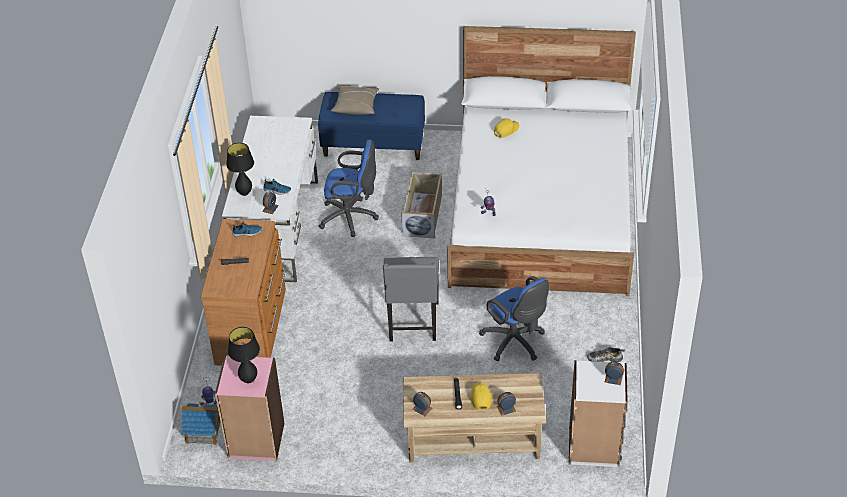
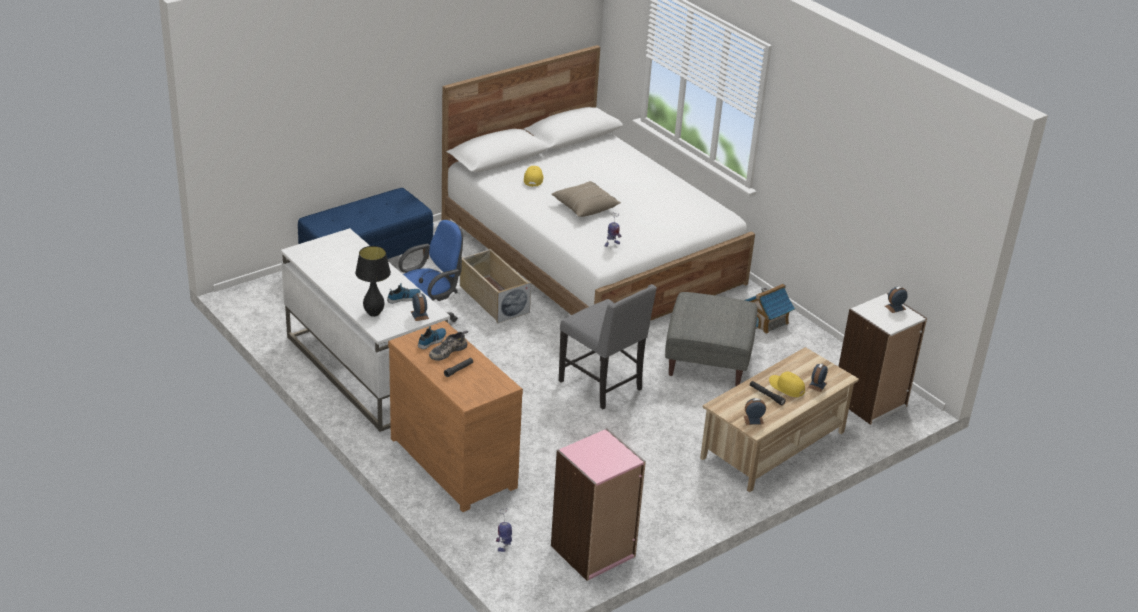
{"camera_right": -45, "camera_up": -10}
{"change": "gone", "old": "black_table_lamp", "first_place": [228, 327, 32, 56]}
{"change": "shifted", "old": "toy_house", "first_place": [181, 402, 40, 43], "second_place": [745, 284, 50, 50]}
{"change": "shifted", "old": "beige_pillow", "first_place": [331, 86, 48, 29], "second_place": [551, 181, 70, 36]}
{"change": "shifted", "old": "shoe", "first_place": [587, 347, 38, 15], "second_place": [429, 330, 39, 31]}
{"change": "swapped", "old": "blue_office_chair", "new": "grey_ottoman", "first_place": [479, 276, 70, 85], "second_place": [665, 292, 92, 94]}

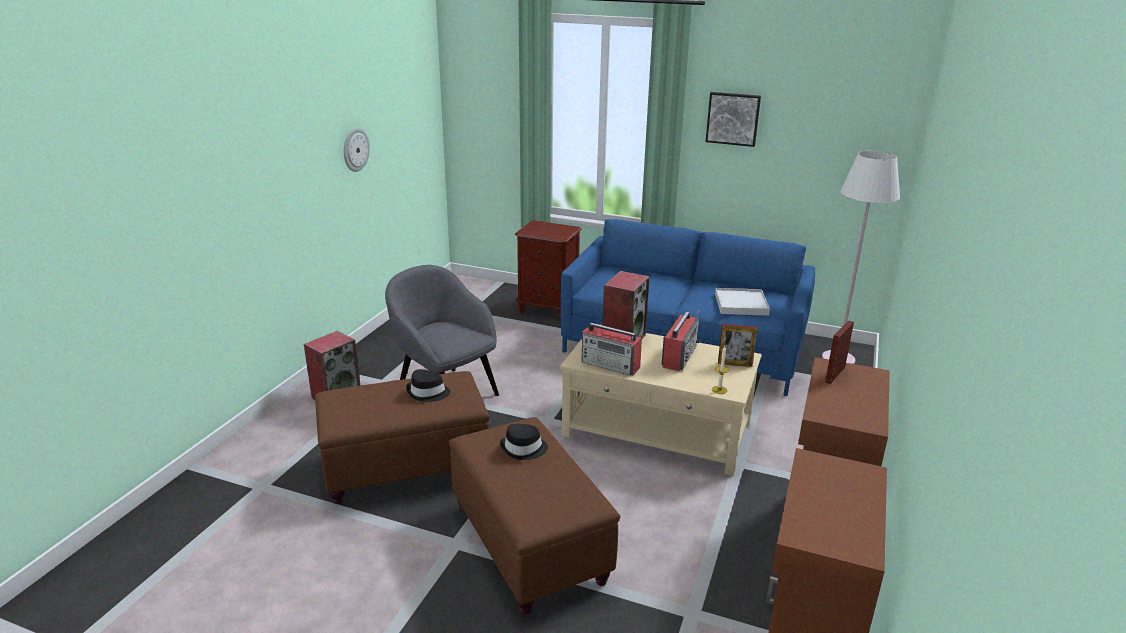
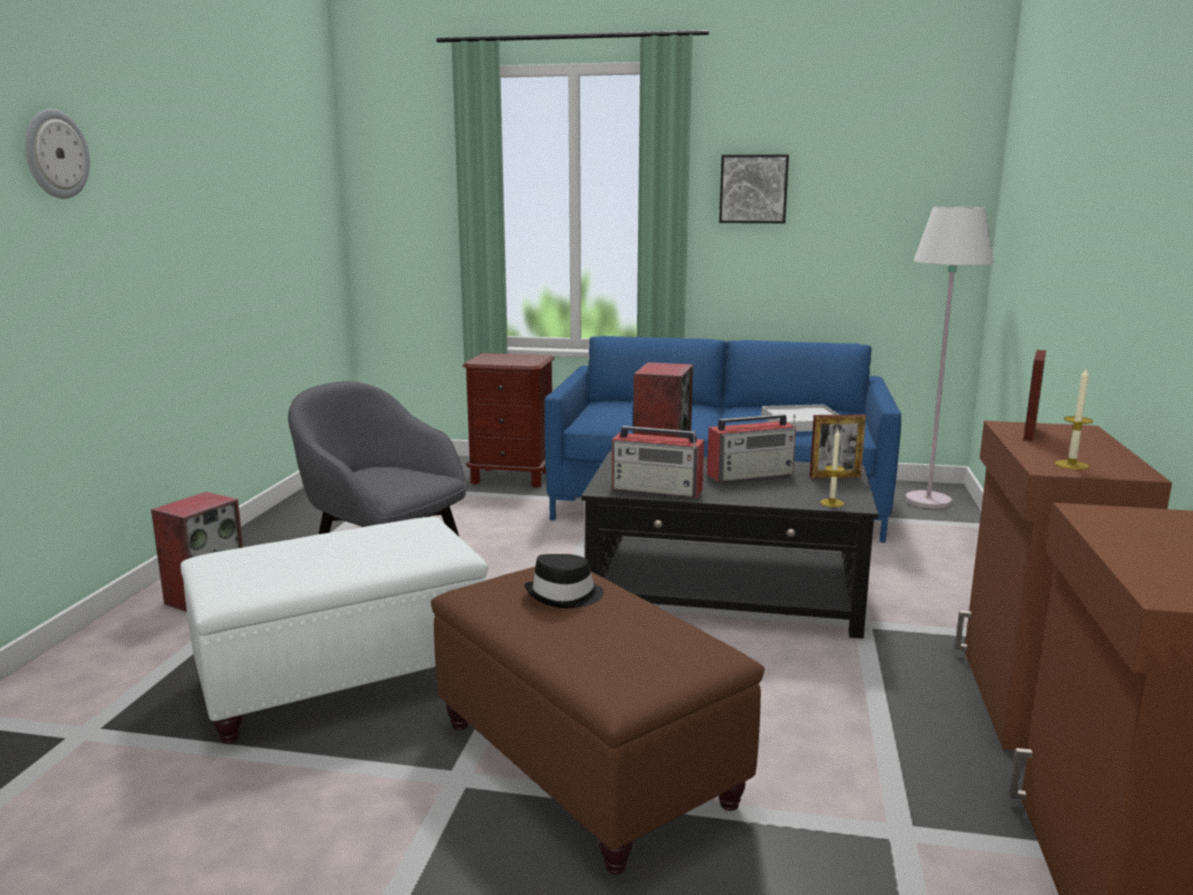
{"camera_right": -10, "camera_up": -10}
{"change": "gone", "old": "black_hat", "first_place": [406, 369, 45, 33]}
{"change": "new", "new": "candle", "second_place": [1055, 369, 38, 101]}
{"change": "shifted", "old": "wall_clock", "first_place": [344, 128, 26, 44], "second_place": [25, 109, 65, 90]}
{"change": "repainted", "old": "brown_ottoman", "new": "white_ottoman", "first_place": [315, 371, 174, 133], "second_place": [180, 517, 308, 227]}
{"change": "repainted", "old": "beige_coffee_table", "new": "black_coffee_table", "first_place": [560, 324, 202, 152], "second_place": [581, 452, 297, 187]}
{"change": "rotated", "old": "radio", "first_place": [661, 311, 39, 60], "second_place": [707, 414, 89, 68], "degrees": 60}

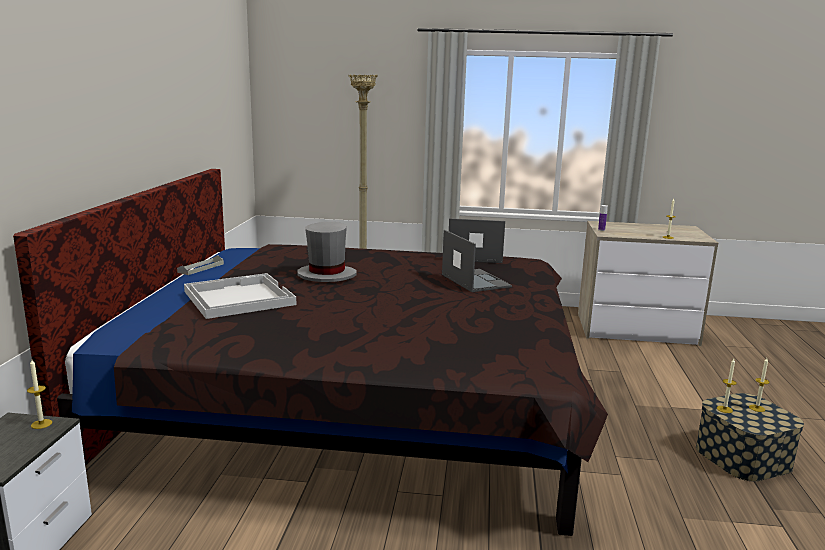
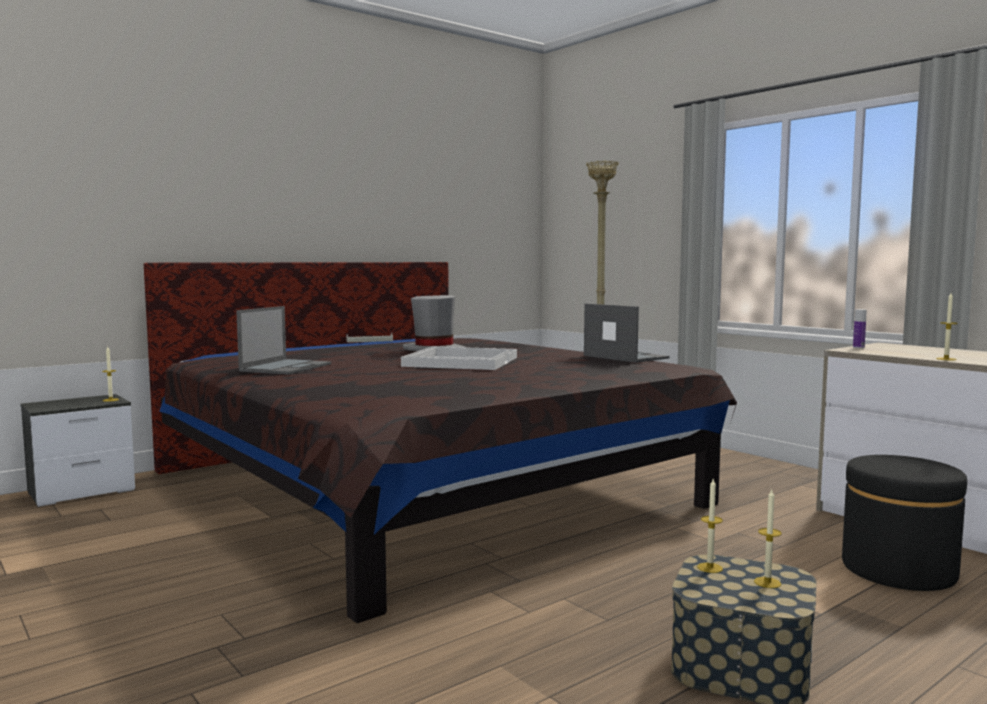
{"camera_right": 45, "camera_up": -10}
{"change": "new", "new": "black_ottoman", "second_place": [842, 455, 125, 136]}
{"change": "shifted", "old": "white_tray", "first_place": [184, 273, 112, 46], "second_place": [401, 347, 116, 23]}
{"change": "shifted", "old": "laptop", "first_place": [442, 230, 70, 62], "second_place": [236, 306, 95, 68]}

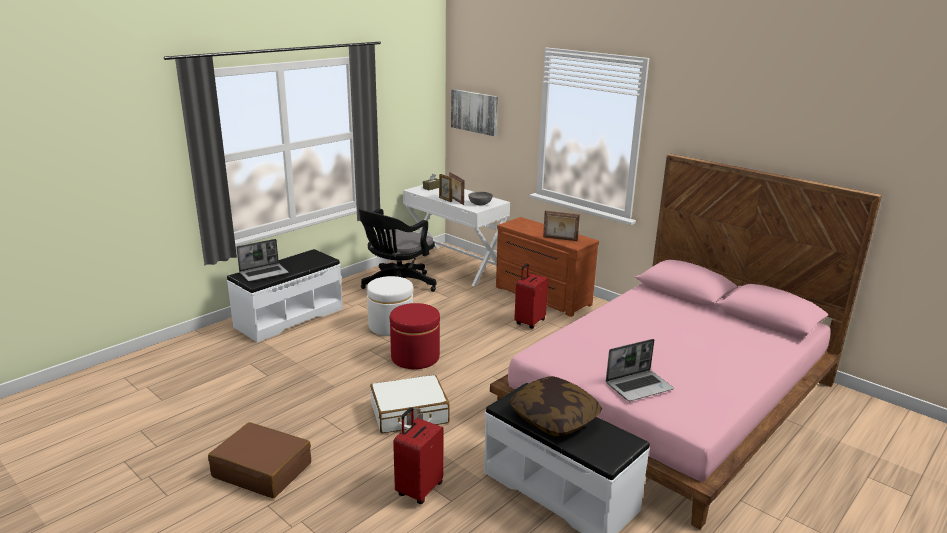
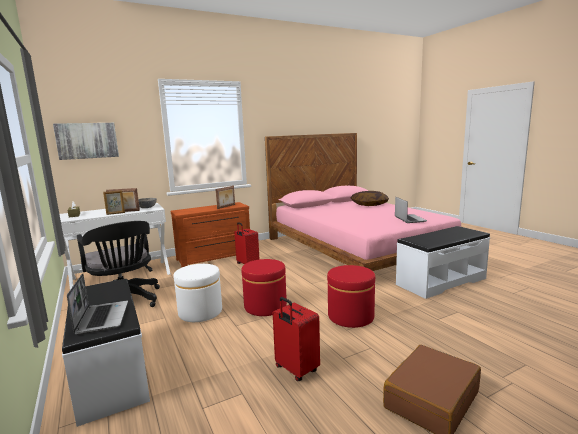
{"camera_right": -70, "camera_up": -10}
{"change": "shifted", "old": "red_suitcase", "first_place": [393, 407, 51, 97], "second_place": [273, 297, 47, 84]}
{"change": "shifted", "old": "pillow", "first_place": [509, 376, 93, 61], "second_place": [350, 191, 39, 15]}
{"change": "swapped", "old": "white_suitcase", "new": "red_ottoman", "first_place": [370, 375, 80, 58], "second_place": [327, 265, 48, 63]}

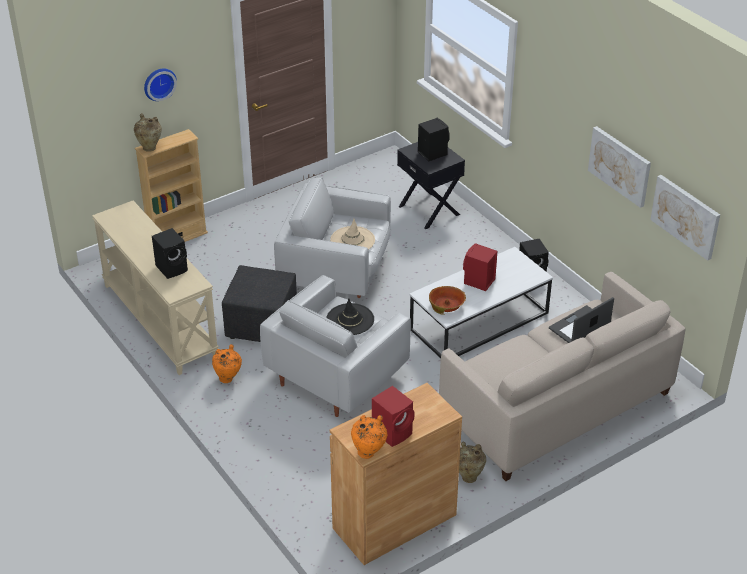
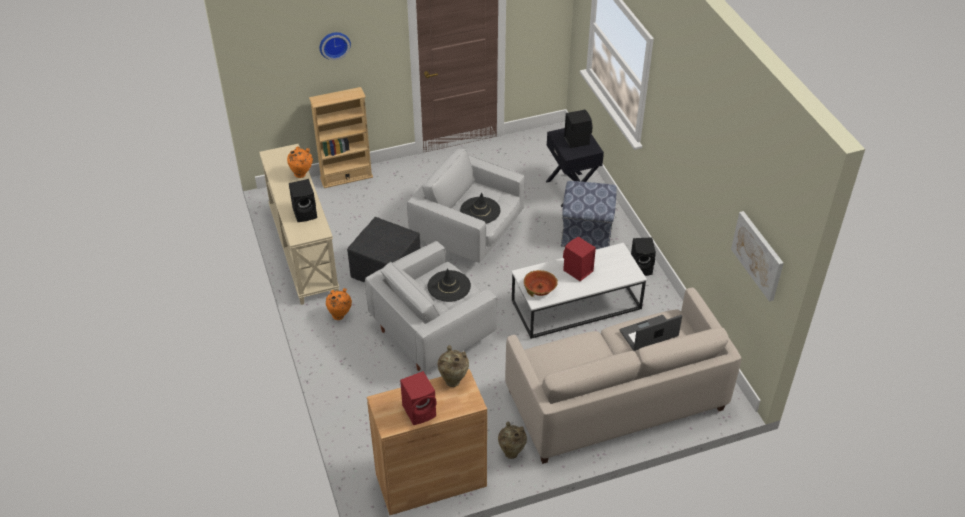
{"camera_right": 15, "camera_up": 5}
{"change": "gone", "old": "picture", "first_place": [588, 126, 63, 82]}
{"change": "new", "new": "ottoman", "second_place": [561, 181, 55, 68]}
{"change": "shifted", "old": "beige_vase", "first_place": [134, 113, 28, 39], "second_place": [438, 345, 31, 42]}
{"change": "shifted", "old": "orange_vase", "first_place": [351, 415, 36, 44], "second_place": [287, 147, 26, 31]}
{"change": "repainted", "old": "beige_hat", "new": "black_hat", "first_place": [330, 219, 45, 31], "second_place": [460, 192, 40, 32]}

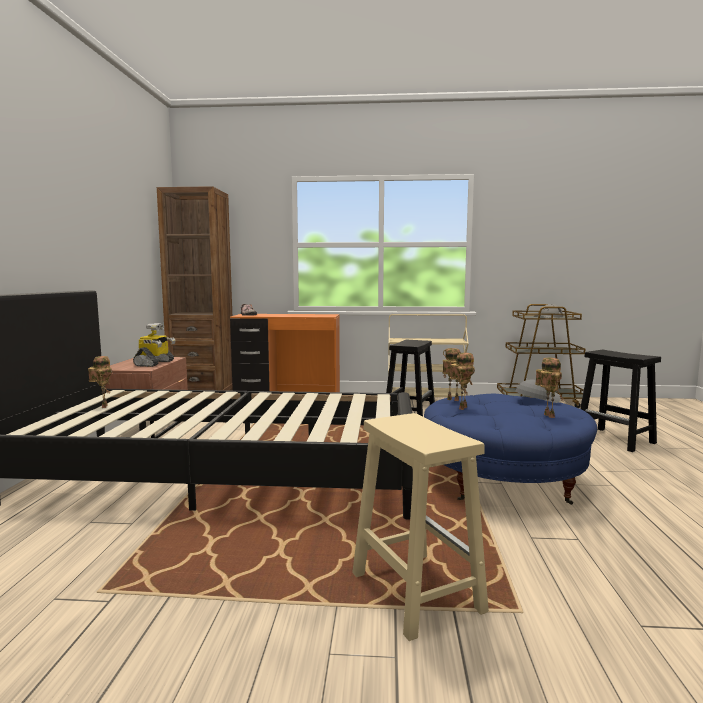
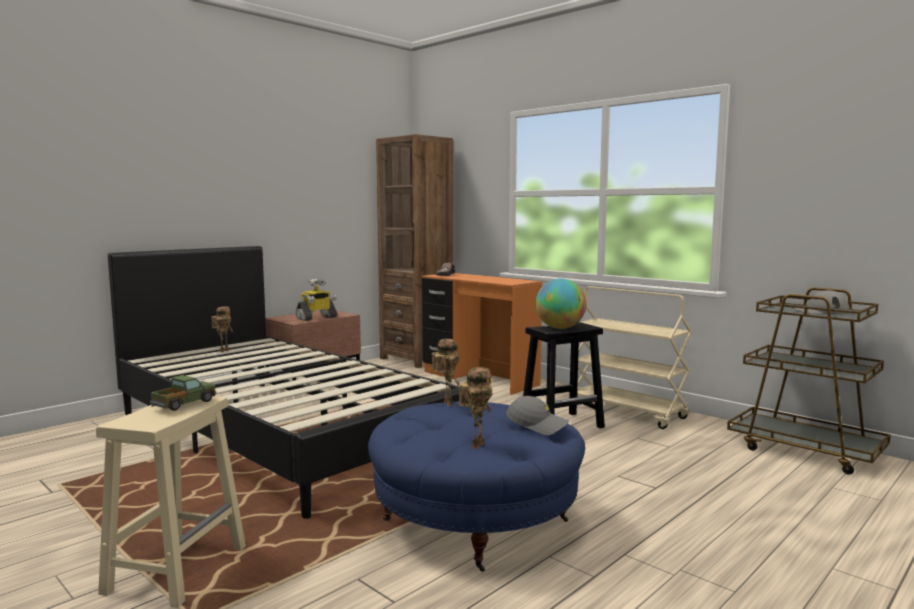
{"camera_right": 40, "camera_up": 0}
{"change": "gone", "old": "toy_robot", "first_place": [450, 353, 25, 57]}
{"change": "gone", "old": "black_stool", "first_place": [580, 350, 81, 102]}
{"change": "new", "new": "toy_truck", "second_place": [150, 375, 66, 36]}
{"change": "new", "new": "globe", "second_place": [536, 279, 51, 50]}

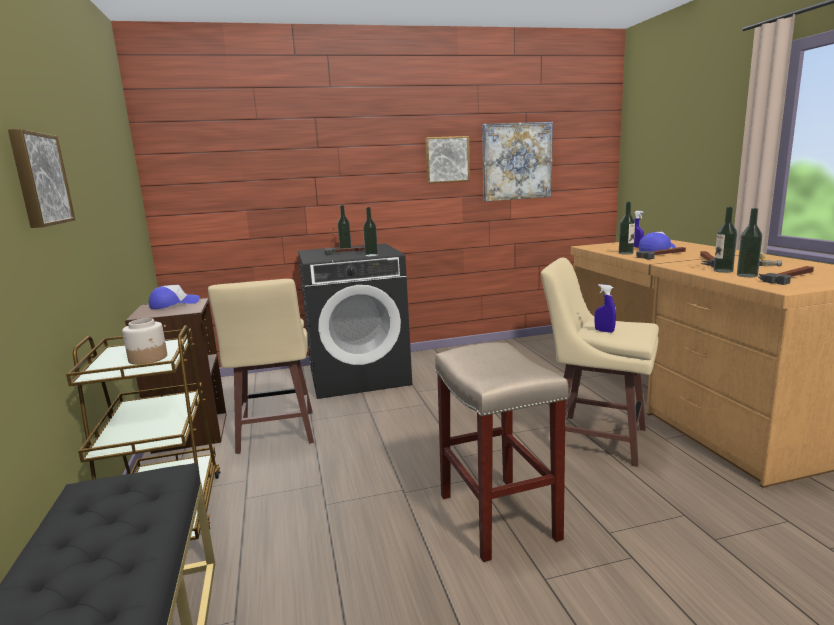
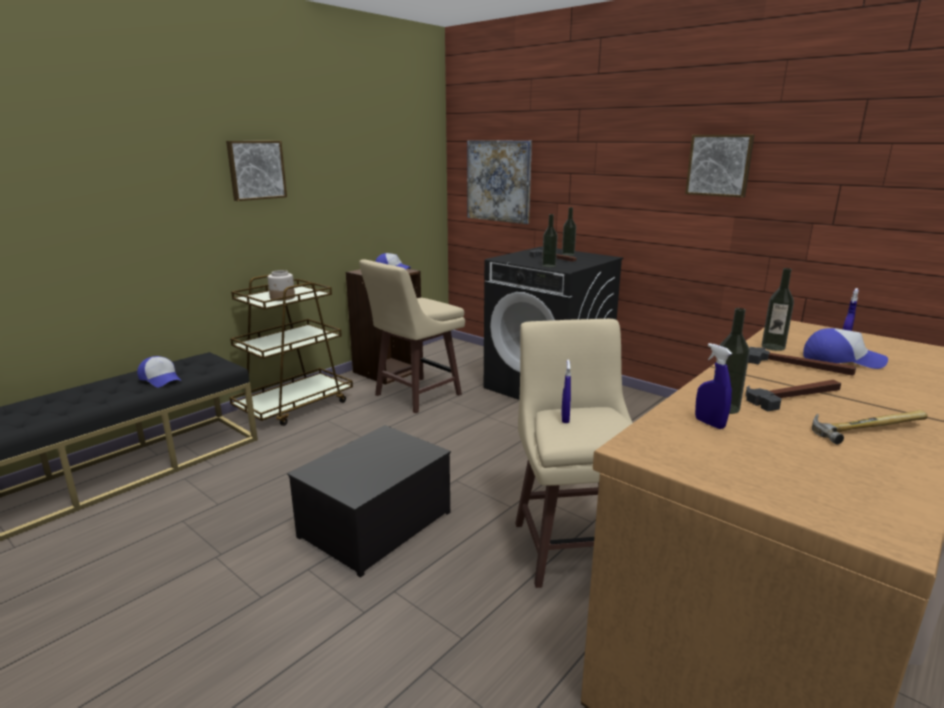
{"camera_right": 55, "camera_up": 5}
{"change": "gone", "old": "hammer", "first_place": [758, 266, 56, 19]}
{"change": "new", "new": "cap", "second_place": [137, 356, 45, 31]}
{"change": "shifted", "old": "picture", "first_place": [482, 122, 71, 79], "second_place": [467, 140, 65, 84]}
{"change": "swapped", "old": "beige_stool", "new": "storage_box", "first_place": [435, 343, 133, 219], "second_place": [287, 425, 164, 152]}
{"change": "swapped", "old": "bottle", "new": "blue_spray_bottle", "first_place": [737, 208, 25, 69], "second_place": [695, 343, 37, 86]}

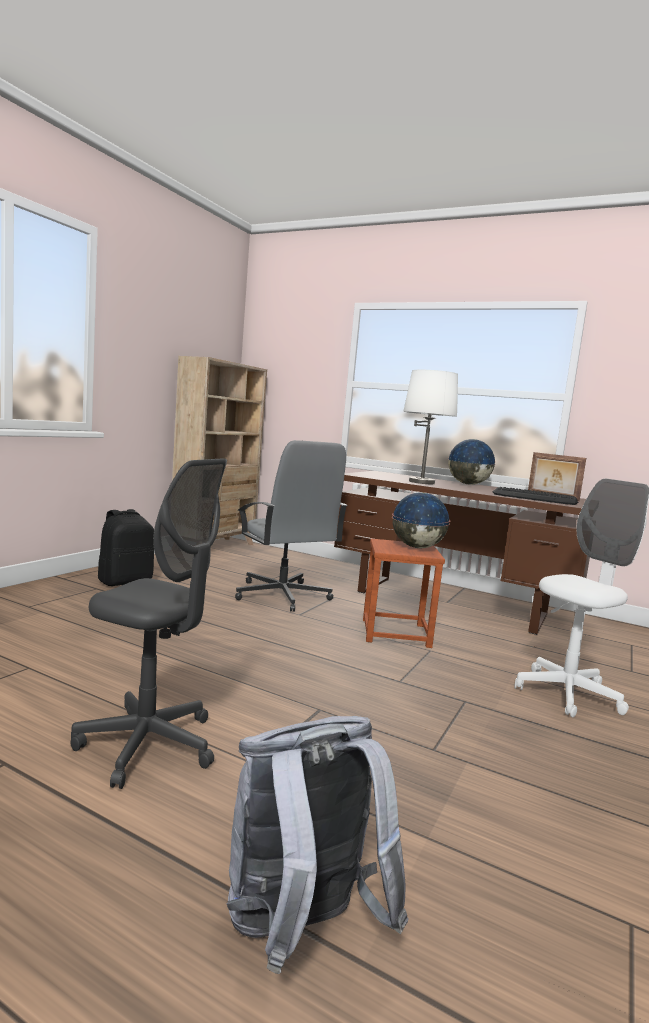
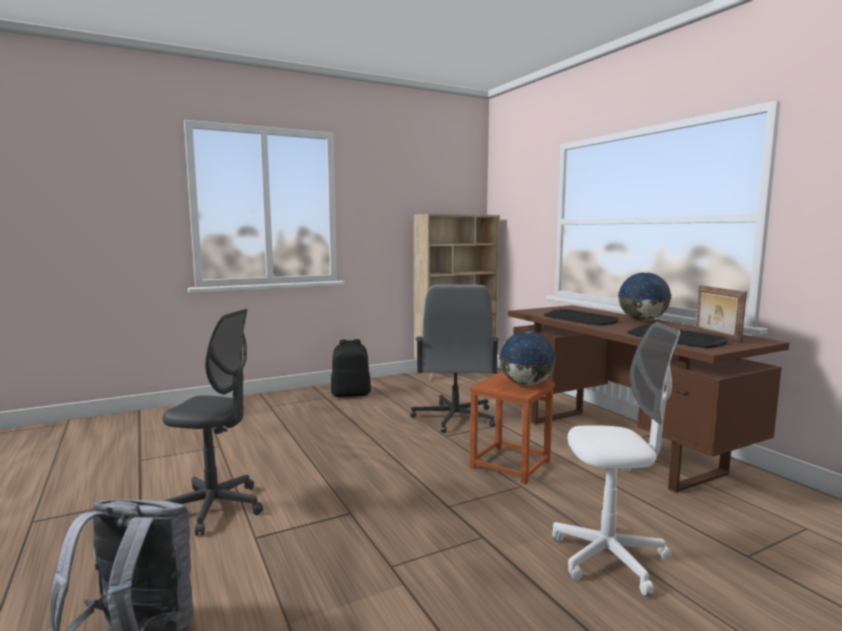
{"camera_right": 35, "camera_up": 0}
{"change": "swapped", "old": "white_table_lamp", "new": "keyboard", "first_place": [403, 370, 55, 114], "second_place": [544, 309, 75, 17]}
{"change": "rotated", "old": "grey_office_chair", "first_place": [70, 459, 157, 330], "second_place": [163, 309, 100, 227], "degrees": -45}

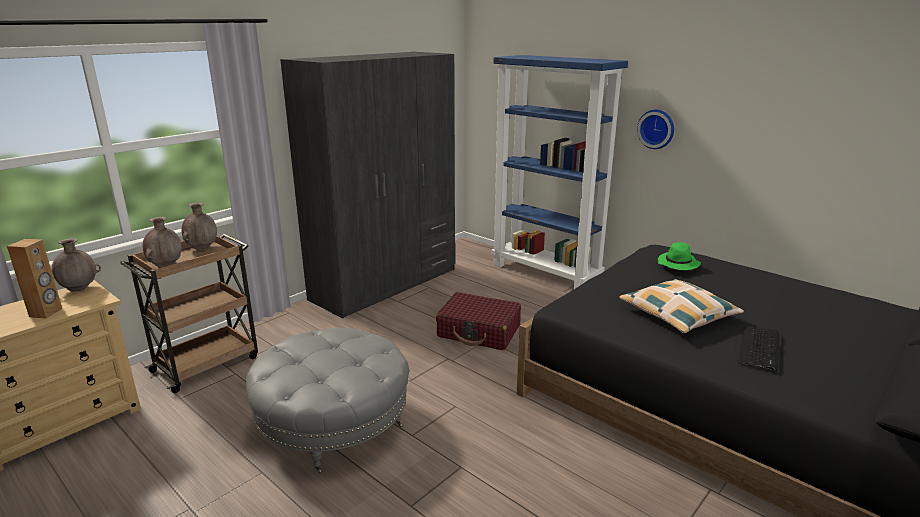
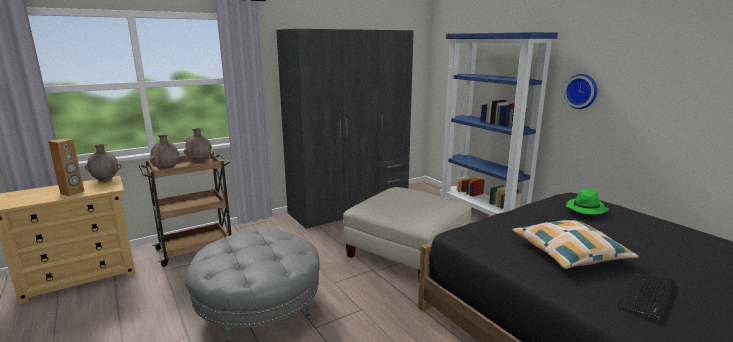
{"camera_right": 15, "camera_up": -5}
{"change": "swapped", "old": "red_suitcase", "new": "beige_ottoman", "first_place": [436, 292, 85, 58], "second_place": [343, 187, 129, 91]}

